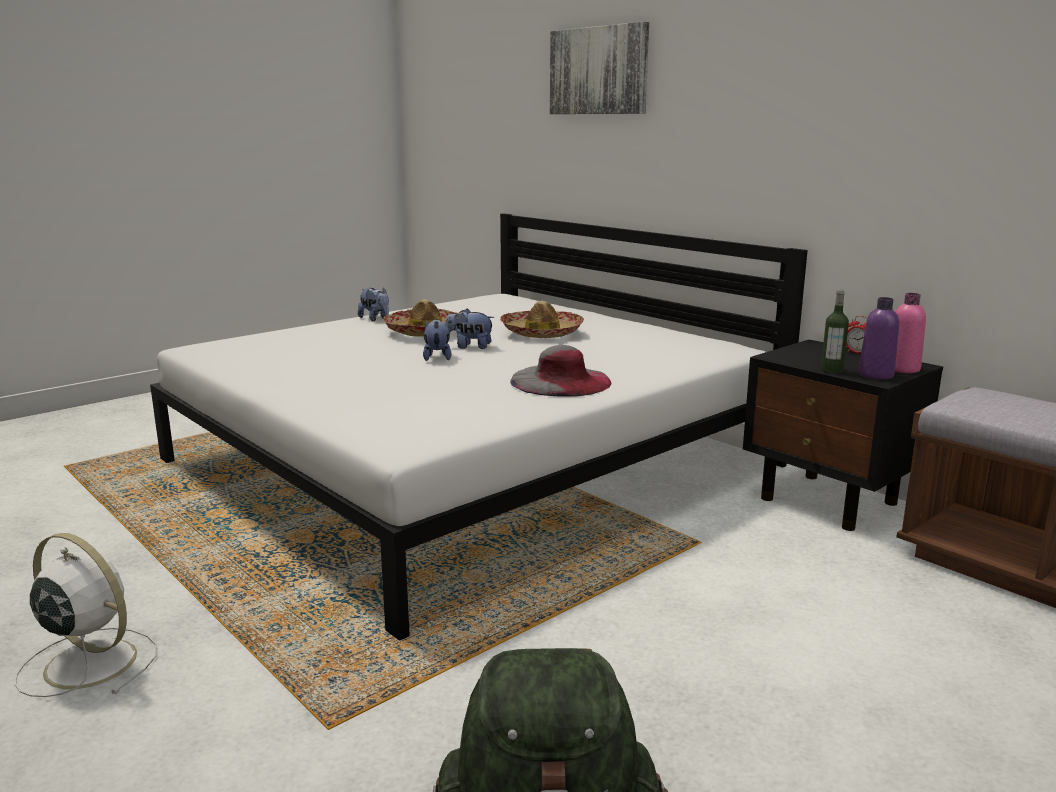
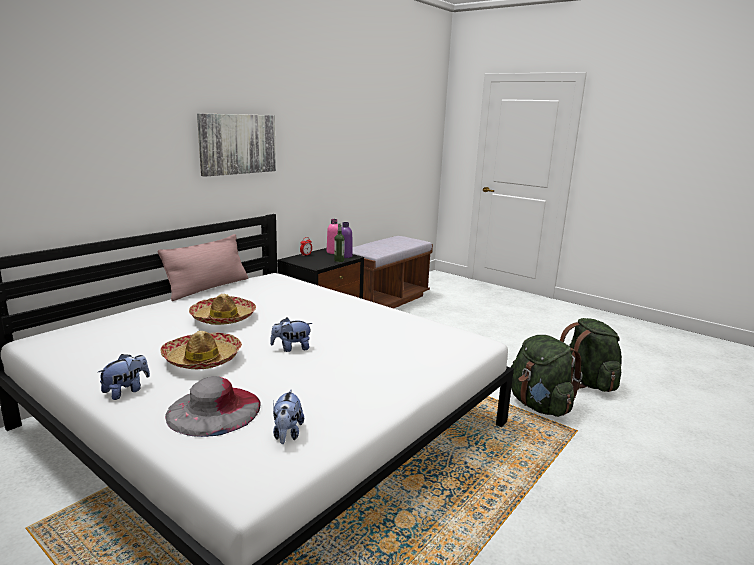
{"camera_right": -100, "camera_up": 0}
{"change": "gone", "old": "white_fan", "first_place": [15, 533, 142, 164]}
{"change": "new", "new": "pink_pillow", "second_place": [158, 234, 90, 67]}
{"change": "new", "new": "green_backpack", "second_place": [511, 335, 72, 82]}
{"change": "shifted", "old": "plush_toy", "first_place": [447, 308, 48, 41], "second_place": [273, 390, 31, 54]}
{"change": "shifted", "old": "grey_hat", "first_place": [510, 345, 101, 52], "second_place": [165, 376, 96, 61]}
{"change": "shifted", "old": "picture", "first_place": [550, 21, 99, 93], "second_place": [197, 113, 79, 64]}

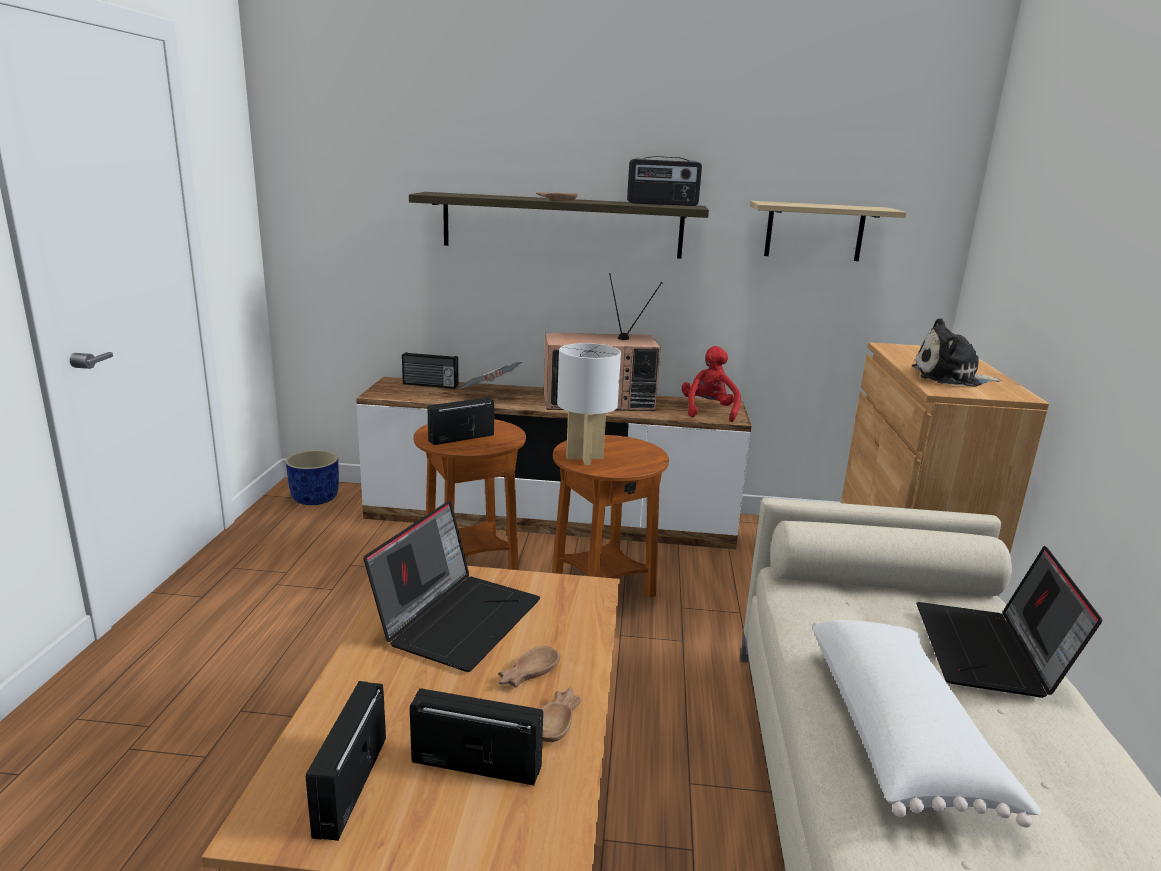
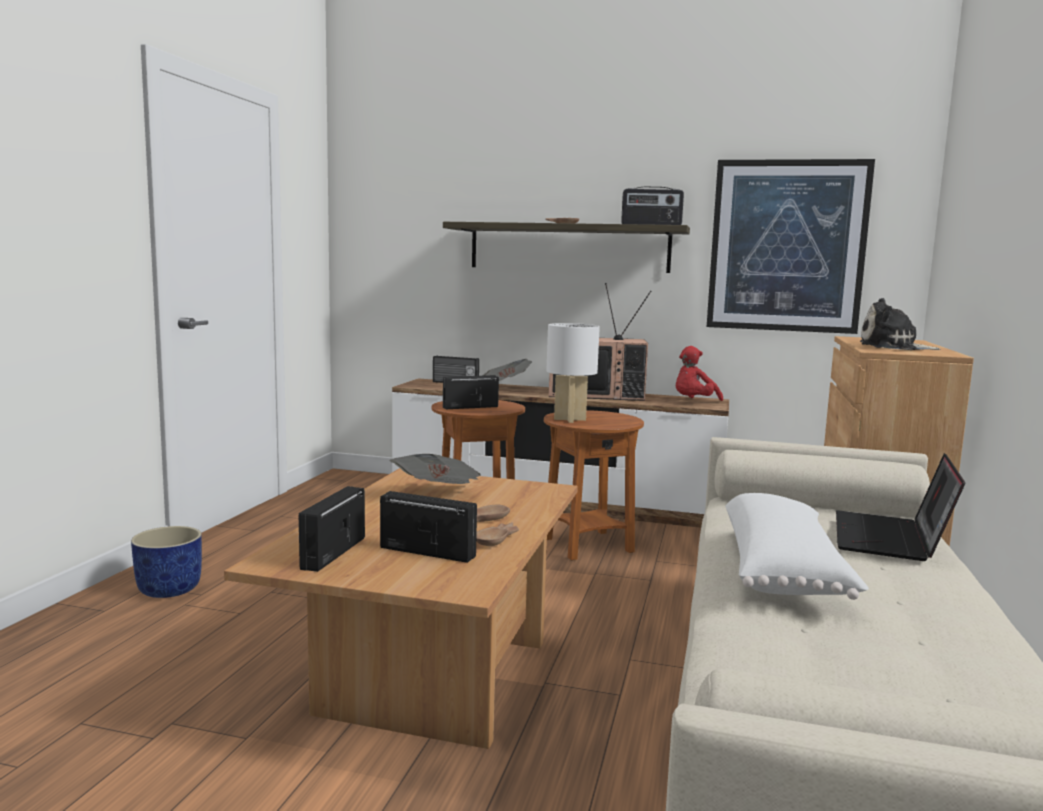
{"camera_right": 10, "camera_up": -10}
{"change": "shifted", "old": "blue_planter", "first_place": [286, 450, 53, 55], "second_place": [131, 526, 71, 72]}
{"change": "swapped", "old": "laptop", "new": "newspaper", "first_place": [363, 501, 177, 171], "second_place": [390, 454, 91, 30]}
{"change": "swapped", "old": "shelf", "new": "picture", "first_place": [750, 201, 157, 60], "second_place": [707, 159, 168, 175]}
{"change": "rotated", "old": "red_plush_toy", "first_place": [681, 346, 60, 76], "second_place": [676, 346, 47, 55], "degrees": -150}

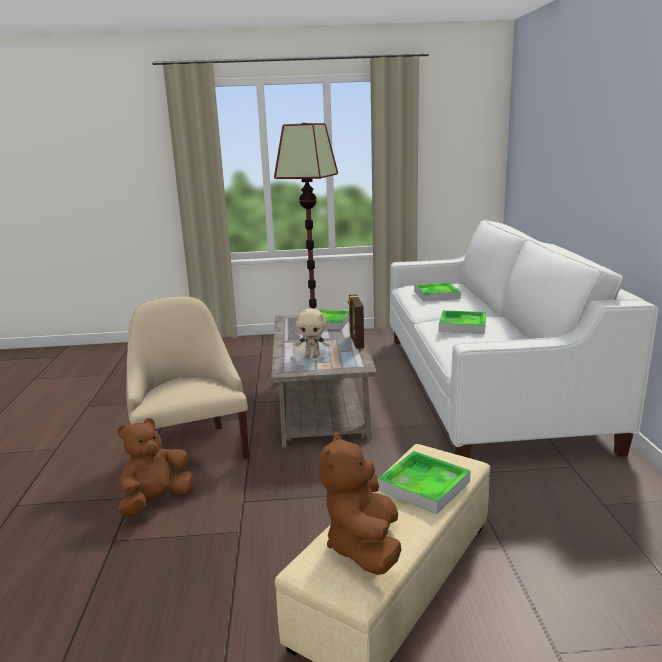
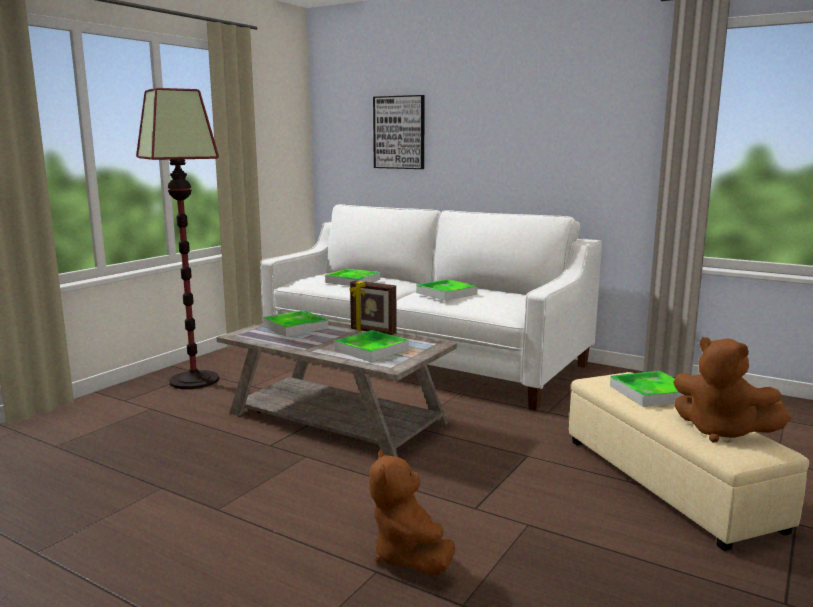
{"camera_right": -55, "camera_up": -5}
{"change": "gone", "old": "beige_armchair", "first_place": [126, 296, 123, 164]}
{"change": "new", "new": "picture", "second_place": [373, 95, 52, 74]}
{"change": "swapped", "old": "beige_plush_toy", "new": "tray", "first_place": [295, 308, 34, 48], "second_place": [334, 330, 75, 32]}

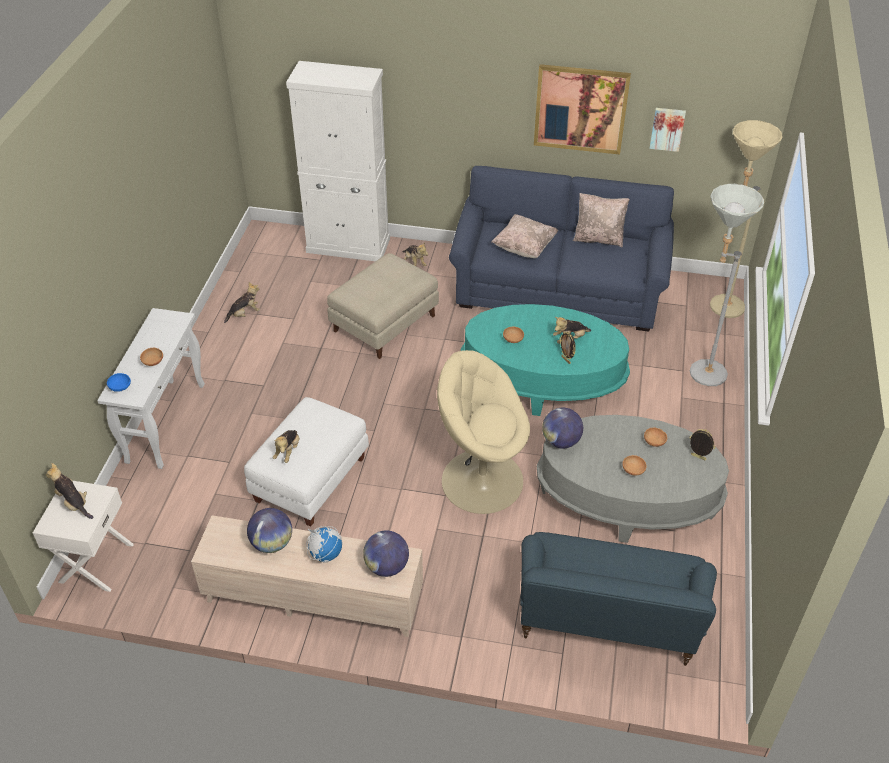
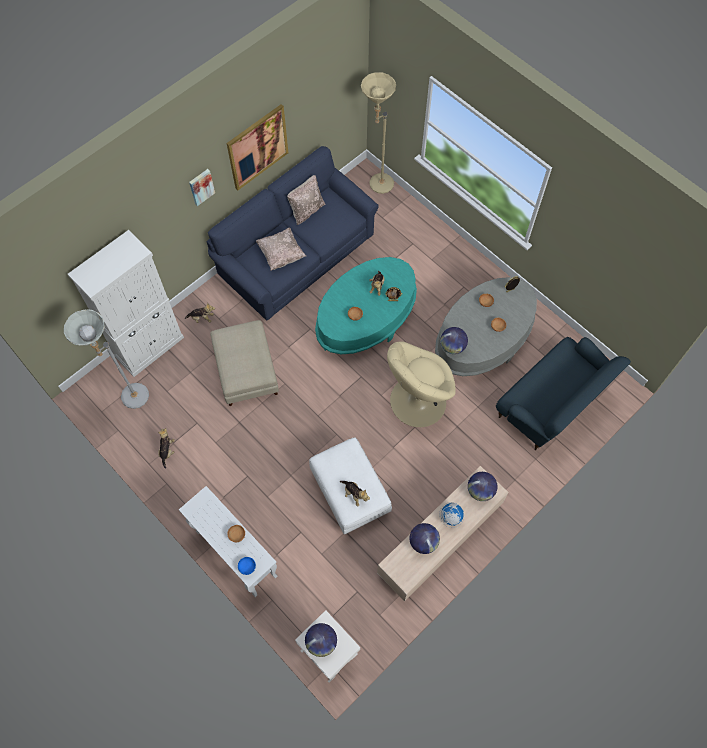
{"camera_right": -55, "camera_up": 20}
{"change": "shifted", "old": "picture", "first_place": [650, 108, 36, 44], "second_place": [189, 169, 26, 37]}
{"change": "shifted", "old": "grey_floor_lamp", "first_place": [690, 184, 74, 202], "second_place": [64, 309, 85, 100]}
{"change": "swapped", "old": "plush_toy", "new": "globe", "first_place": [46, 463, 47, 56], "second_place": [305, 623, 32, 34]}

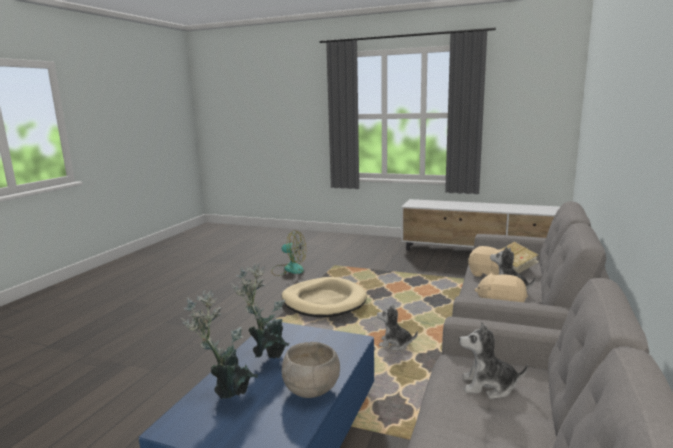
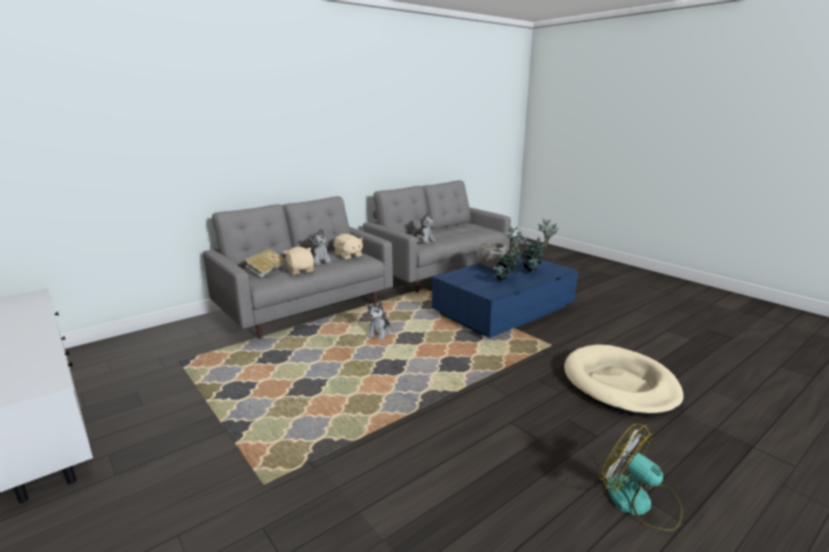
{"camera_right": -150, "camera_up": 5}
{"change": "shifted", "old": "fan", "first_place": [271, 230, 35, 46], "second_place": [599, 424, 84, 107]}
{"change": "shifted", "old": "beige_dog_bed", "first_place": [281, 277, 86, 40], "second_place": [564, 344, 120, 72]}
{"change": "rotated", "old": "plush_toy", "first_place": [377, 304, 41, 46], "second_place": [366, 301, 25, 39], "degrees": 60}

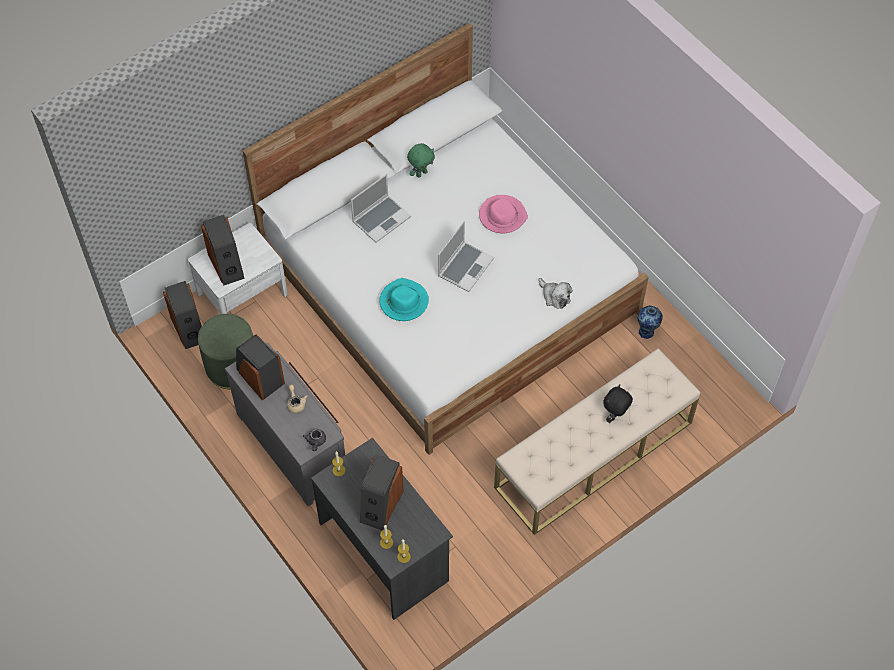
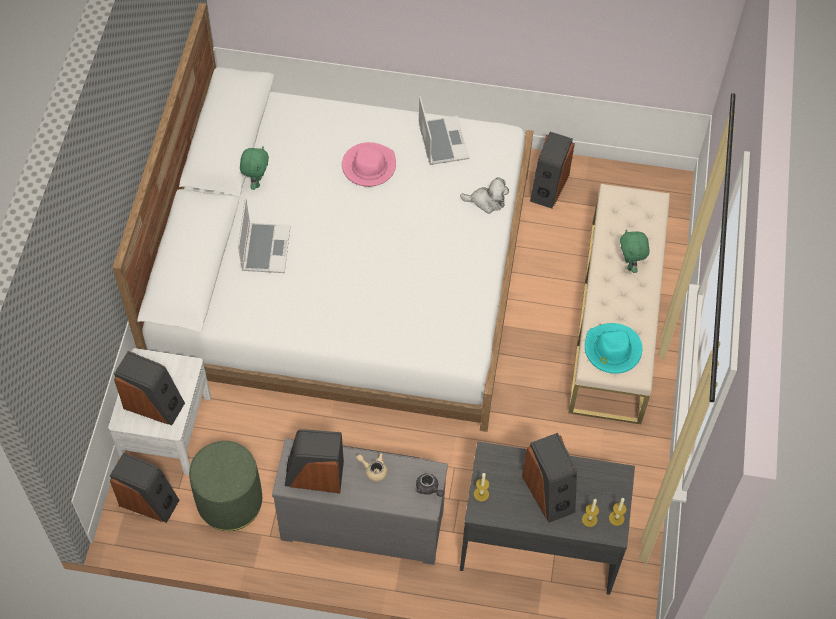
{"camera_right": -45, "camera_up": 0}
{"change": "shifted", "old": "turquoise_hat", "first_place": [379, 278, 50, 43], "second_place": [585, 323, 57, 51]}
{"change": "shifted", "old": "laptop", "first_place": [438, 221, 56, 71], "second_place": [418, 96, 51, 69]}
{"change": "swapped", "old": "vase", "new": "speaker", "first_place": [638, 305, 25, 34], "second_place": [530, 132, 45, 76]}
{"change": "repainted", "old": "black_plush_toy", "new": "green_plush_toy", "first_place": [603, 384, 30, 39], "second_place": [620, 229, 30, 44]}

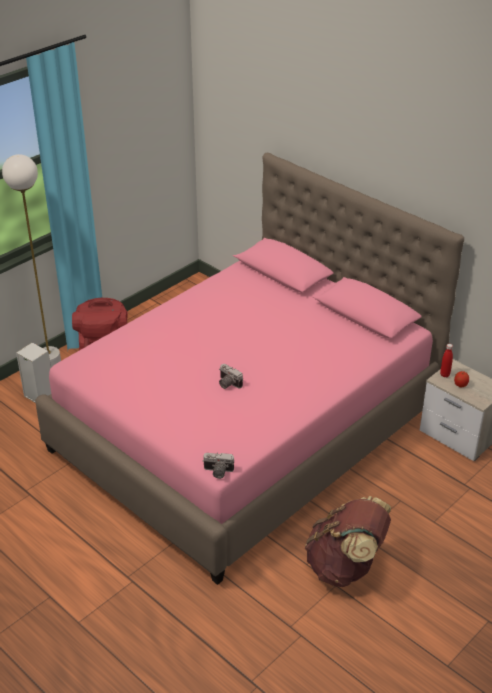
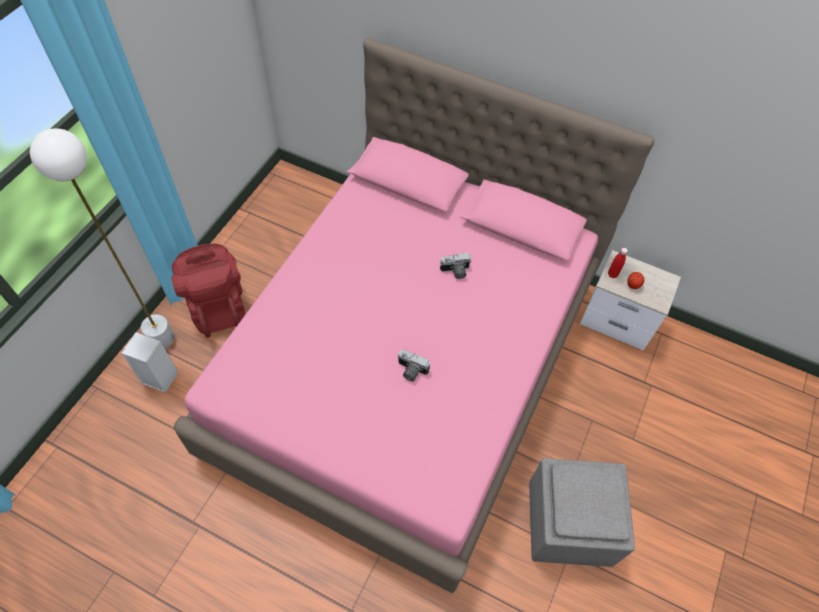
{"camera_right": -20, "camera_up": 20}
{"change": "shifted", "old": "photo_camera", "first_place": [203, 453, 31, 26], "second_place": [440, 253, 32, 26]}
{"change": "swapped", "old": "brown_backpack", "new": "grey_ottoman", "first_place": [305, 496, 86, 91], "second_place": [529, 458, 106, 109]}

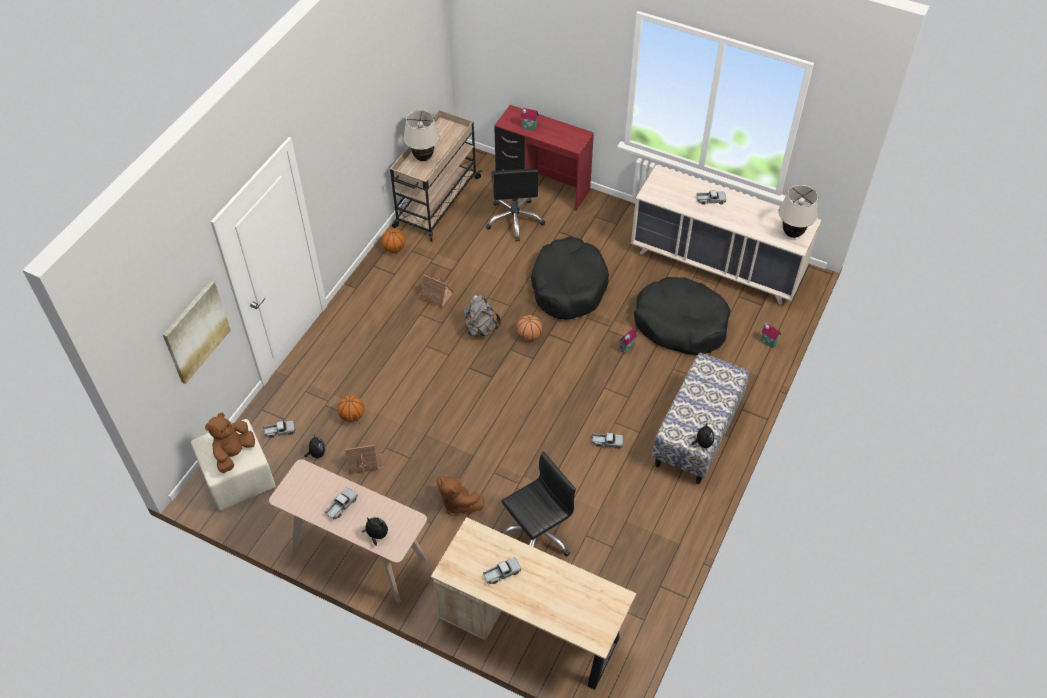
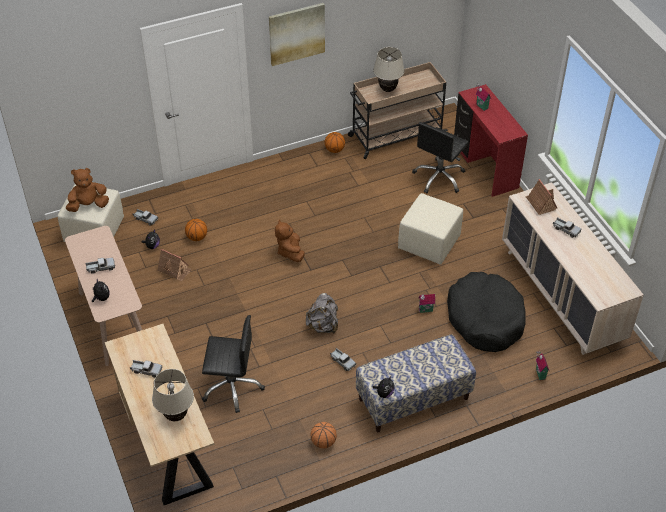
{"camera_right": 40, "camera_up": -5}
{"change": "shifted", "old": "picture", "first_place": [163, 280, 68, 104], "second_place": [269, 3, 56, 63]}
{"change": "shifted", "old": "toy_house", "first_place": [417, 275, 36, 32], "second_place": [525, 179, 32, 36]}
{"change": "shifted", "old": "brown_plush_toy", "first_place": [437, 476, 48, 38], "second_place": [275, 219, 30, 43]}
{"change": "shifted", "old": "grey_backpack", "first_place": [463, 295, 38, 42], "second_place": [306, 293, 32, 40]}
{"change": "shifted", "old": "basketball", "first_place": [517, 315, 25, 26], "second_place": [310, 422, 27, 27]}
{"change": "shifted", "old": "beige_table_lamp", "first_place": [778, 185, 40, 53], "second_place": [152, 369, 42, 52]}
{"change": "swapped", "old": "black_dog_bed", "new": "beige_ottoman", "first_place": [531, 236, 78, 84], "second_place": [398, 193, 65, 72]}

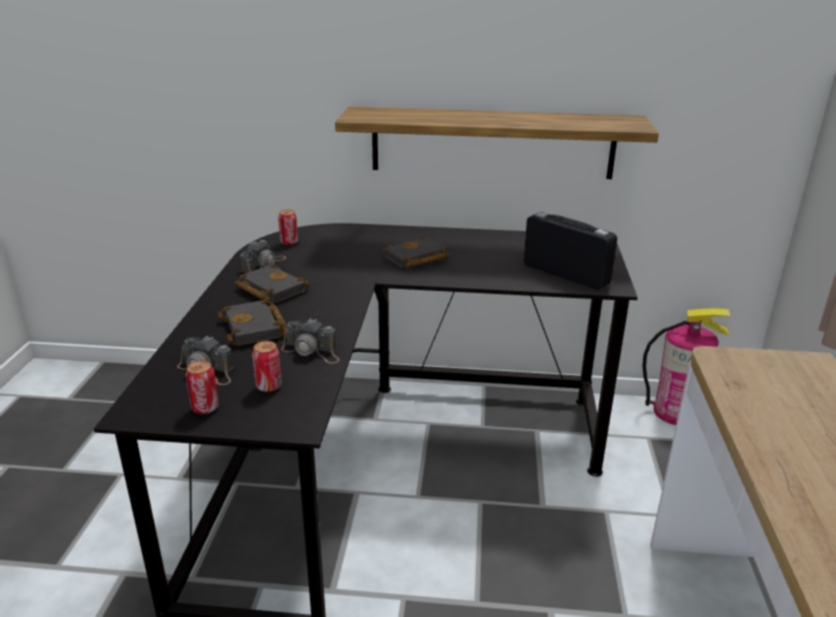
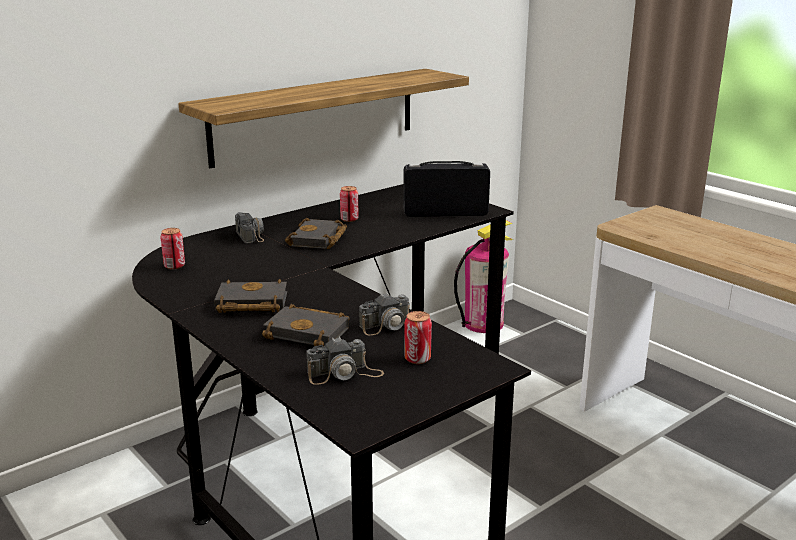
{"camera_right": -45, "camera_up": -5}
{"change": "shifted", "old": "can", "first_place": [186, 361, 33, 53], "second_place": [340, 186, 19, 36]}
{"change": "shifted", "old": "photo_camera", "first_place": [240, 240, 46, 33], "second_place": [235, 212, 29, 32]}

